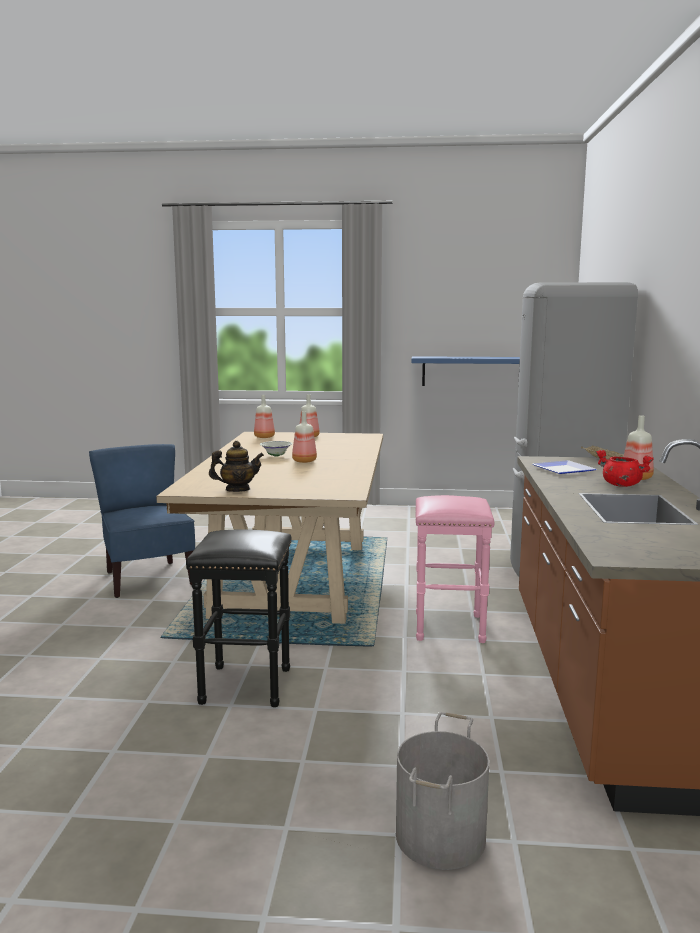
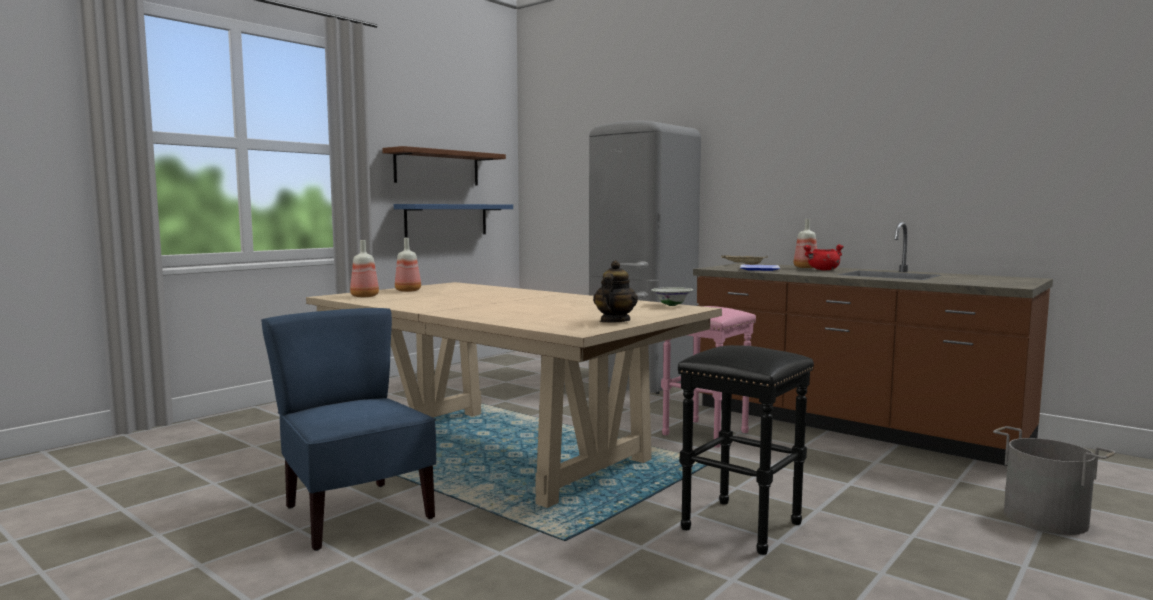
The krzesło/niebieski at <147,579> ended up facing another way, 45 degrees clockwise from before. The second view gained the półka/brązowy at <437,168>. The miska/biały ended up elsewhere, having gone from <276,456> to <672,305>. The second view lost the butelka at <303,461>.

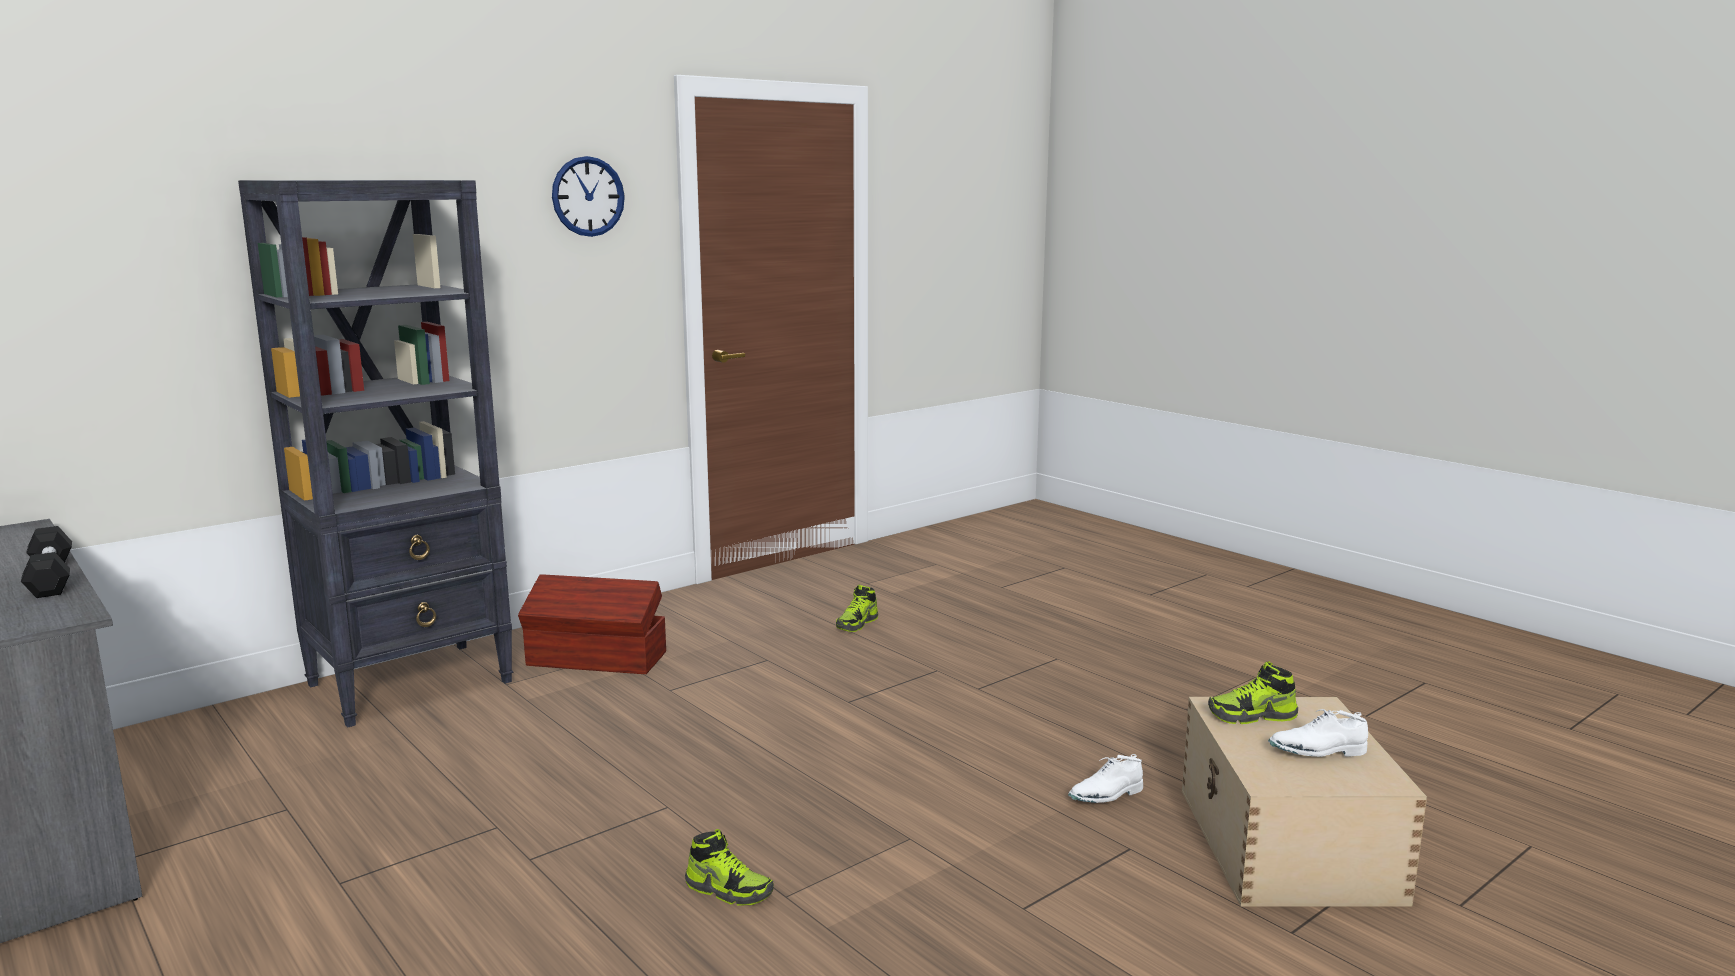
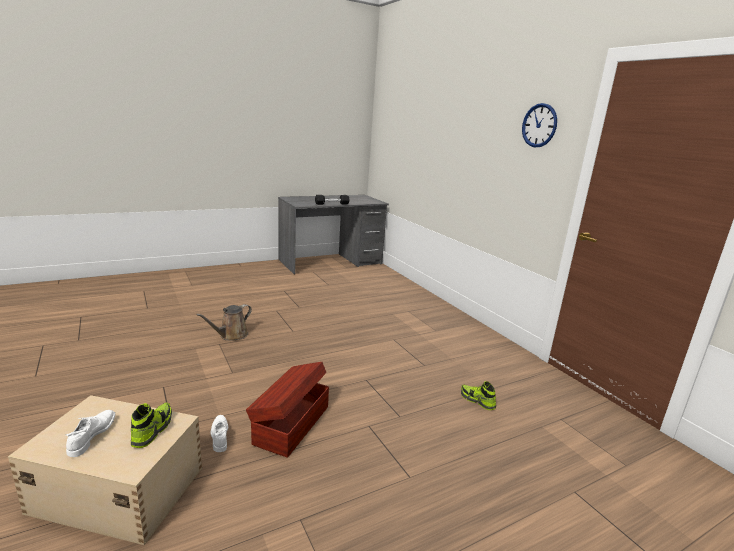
Where the but stood at <729,890>, the konewka/brązowy came to stand at <231,335>. The pojemnik do przechowywania/brązowy ended up elsewhere, having gone from <597,659> to <290,425>. The second view lost the regał/czarny at <412,683>.

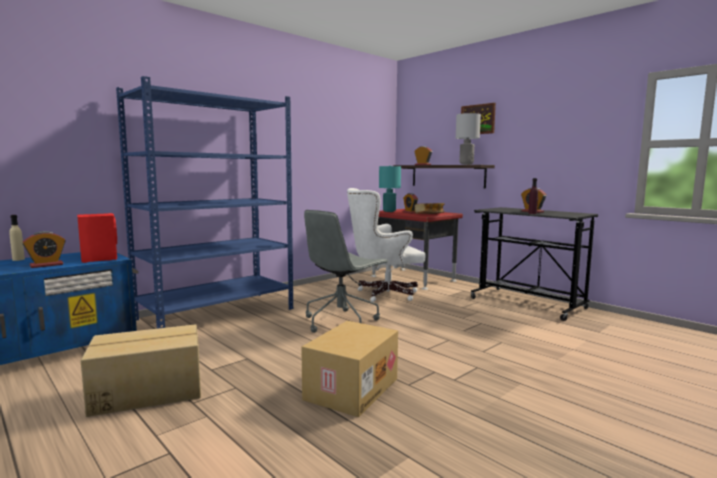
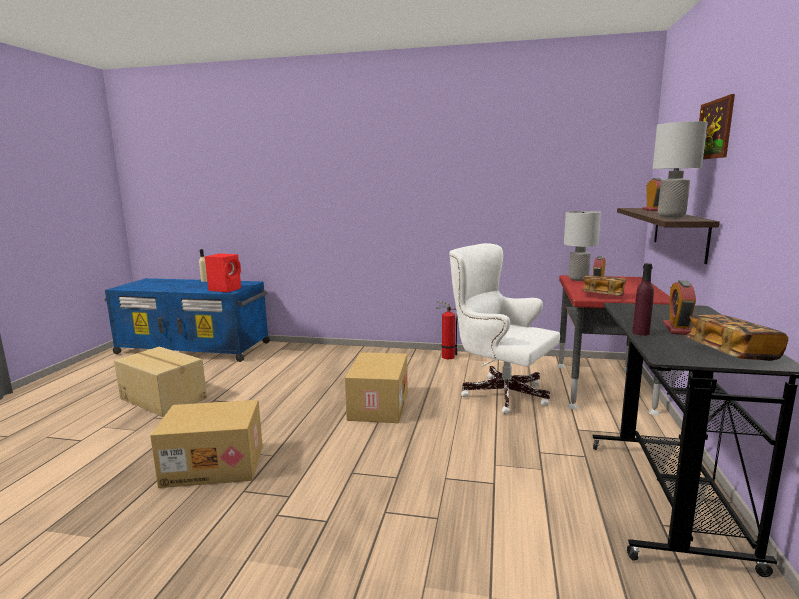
Where the krzesło biurowe/szary stood at <343,321>, the karton came to stand at <377,405>. The second view gained the gaśnica at <446,356>. What was the lampa stołowa/turkusowy at <389,212> turned into the lampa stołowa/szary at <578,280>. The second view gained the książka at <731,353>. The second view lost the budzik at <46,265>. The second view lost the regał/niebieski at <217,314>.

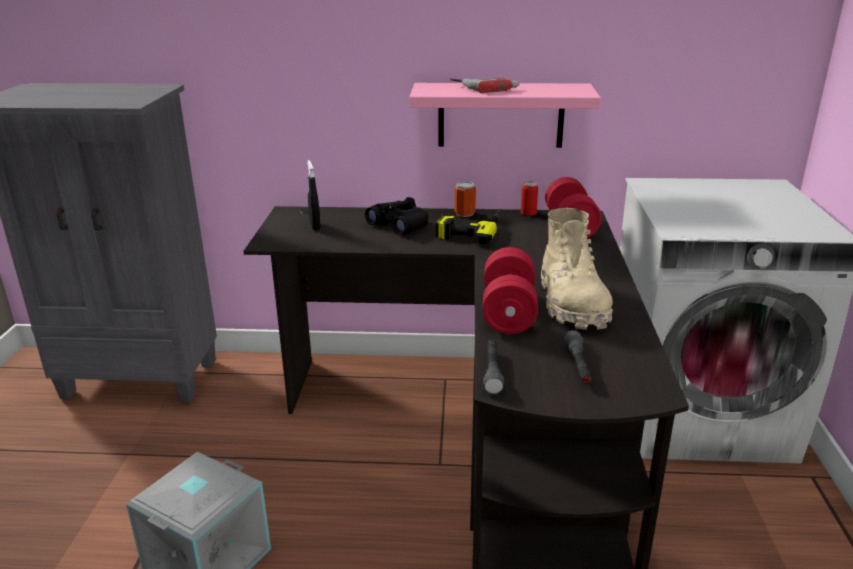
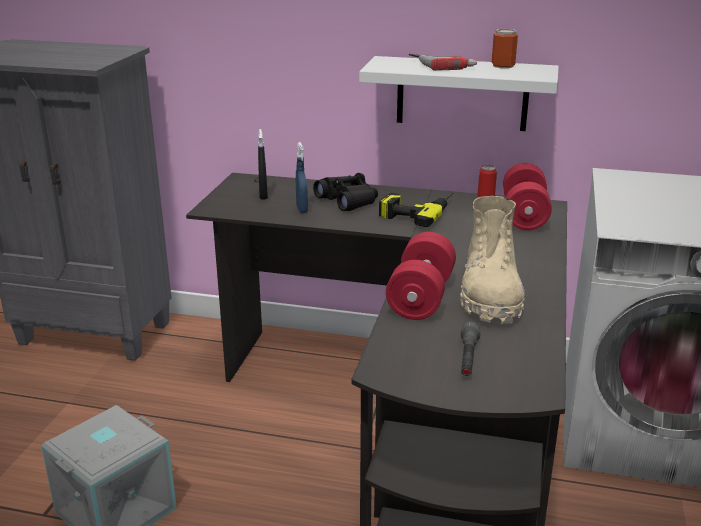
The second view gained the spryskiwacz/niebieski at <302,209>. What was the półka/różowy at <500,115> turned into the półka/biały at <462,93>. The puszka ended up elsewhere, having gone from <464,213> to <503,66>. The second view lost the latarka/szary at <492,372>.

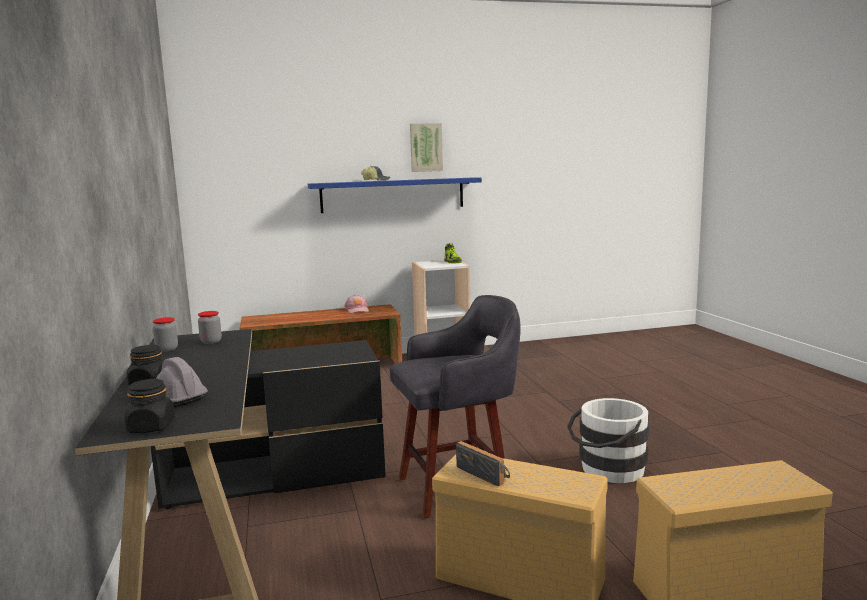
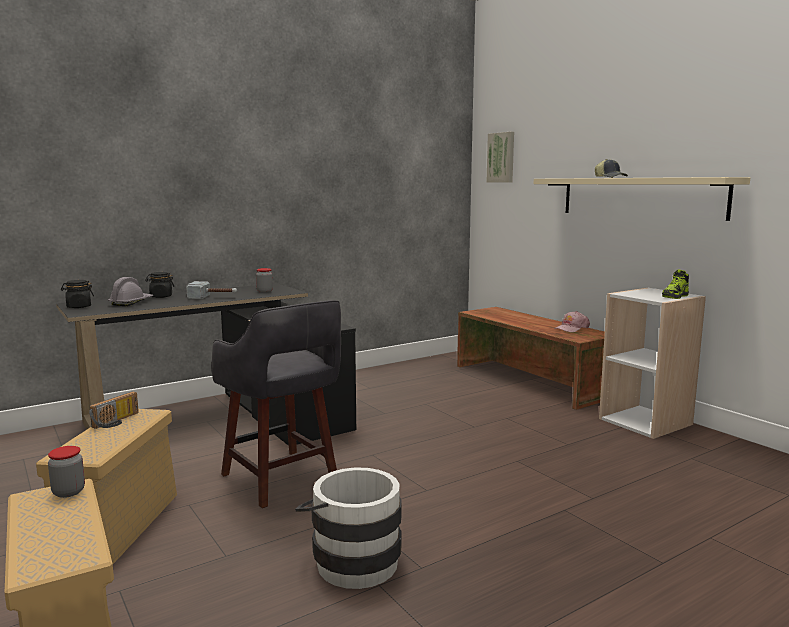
The słoik ended up elsewhere, having gone from <167,349> to <68,492>. The second view gained the młotek at <213,297>. The obraz ended up elsewhere, having gone from <426,147> to <501,157>. What was the półka/niebieski at <393,195> turned into the półka/beżowy at <639,197>.

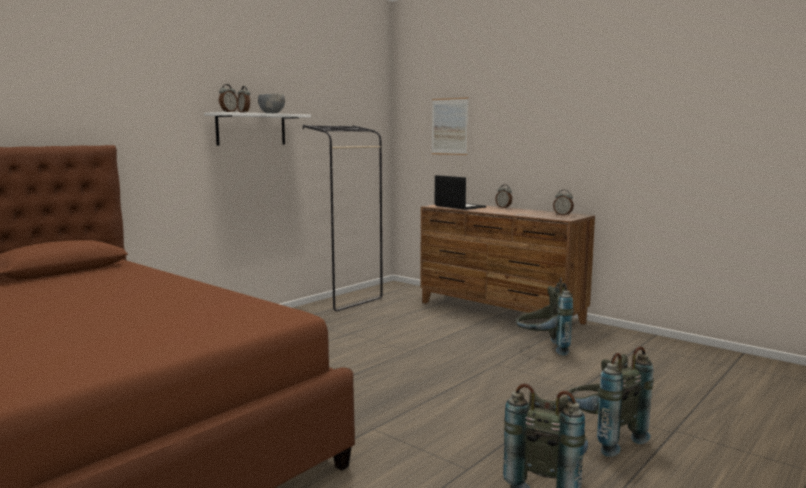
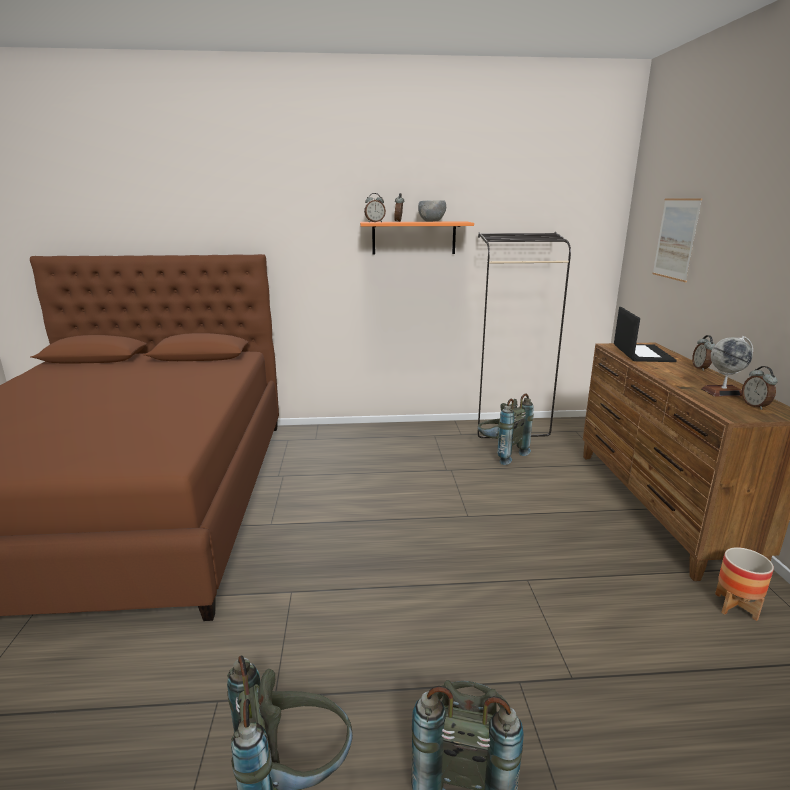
What was the półka/biały at <251,129> turned into the półka/pomarańczowy at <414,238>. The plecak/szary ended up elsewhere, having gone from <543,348> to <500,453>. The second view gained the globus at <723,392>. The second view gained the donica at <736,606>.

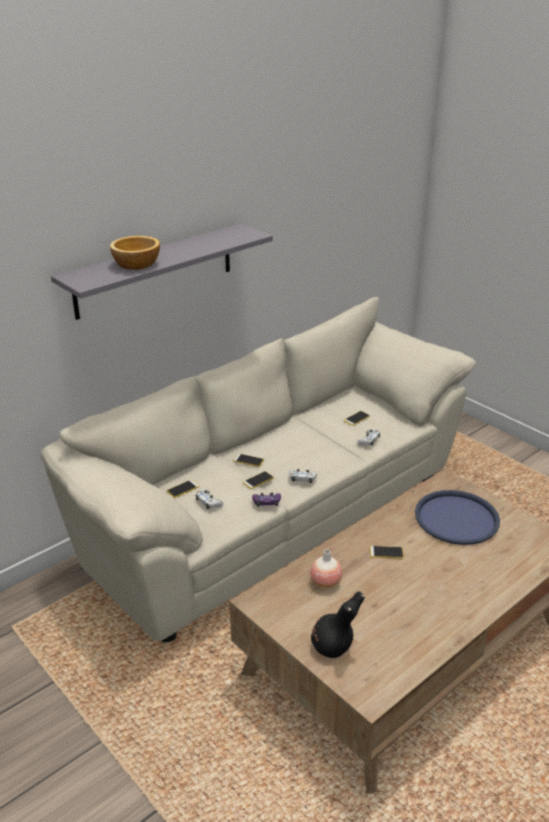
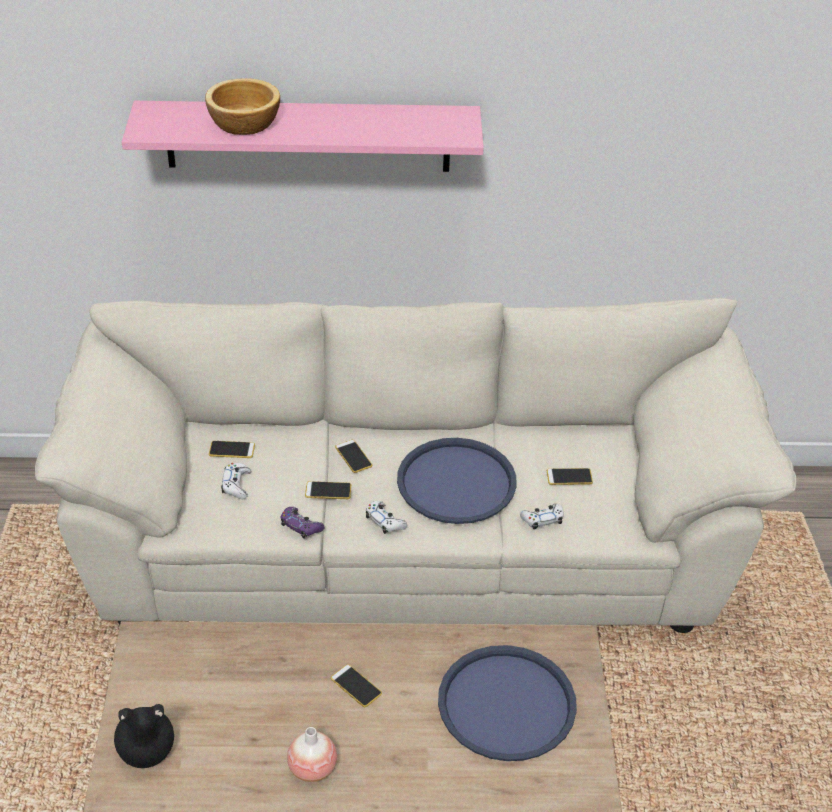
What was the półka/szary at <155,270> turned into the półka/różowy at <308,136>. The wazon ended up elsewhere, having gone from <325,582> to <312,769>. The second view gained the taca/niebieski at <456,482>.

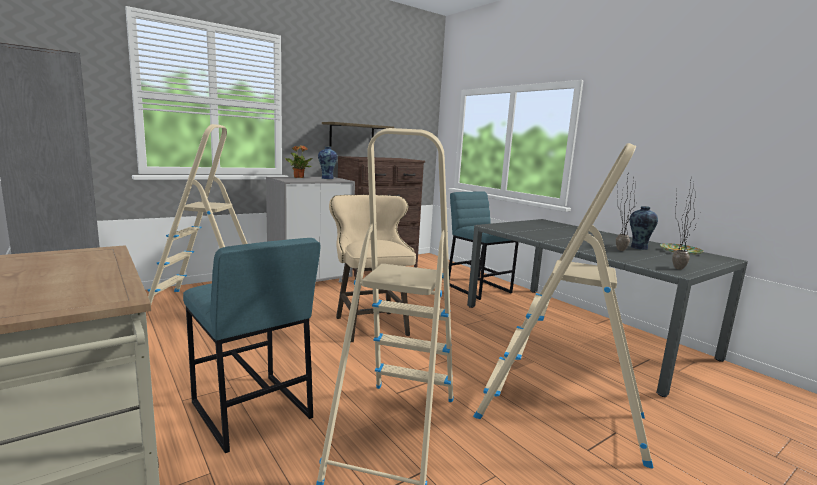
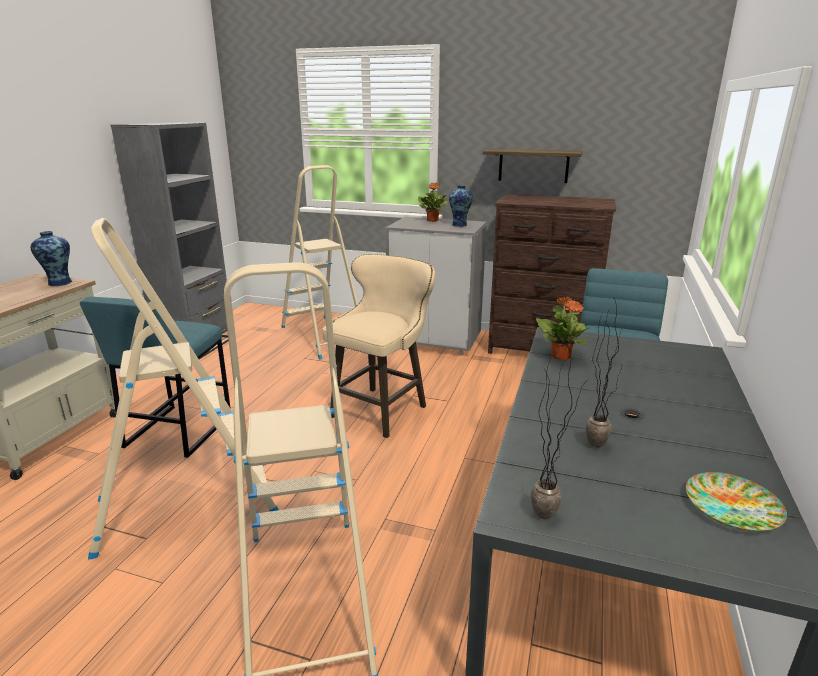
The wazon ended up elsewhere, having gone from <638,247> to <59,283>. The second view gained the roślina doniczkowa at <560,356>.

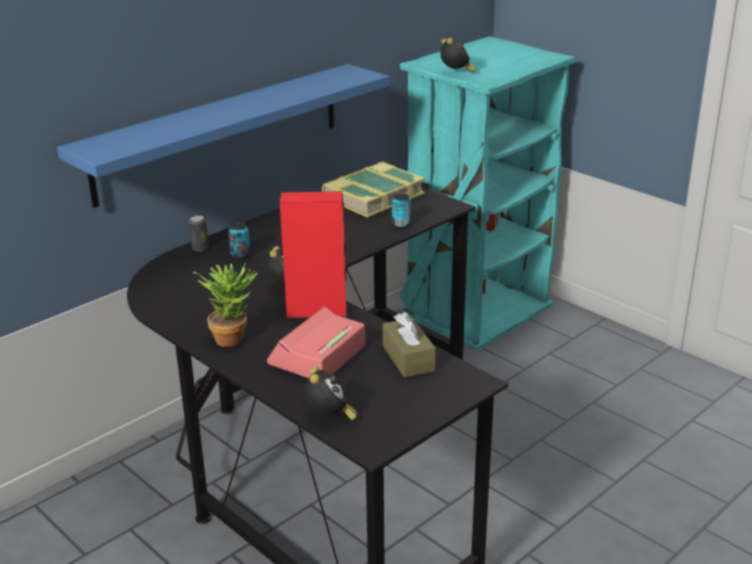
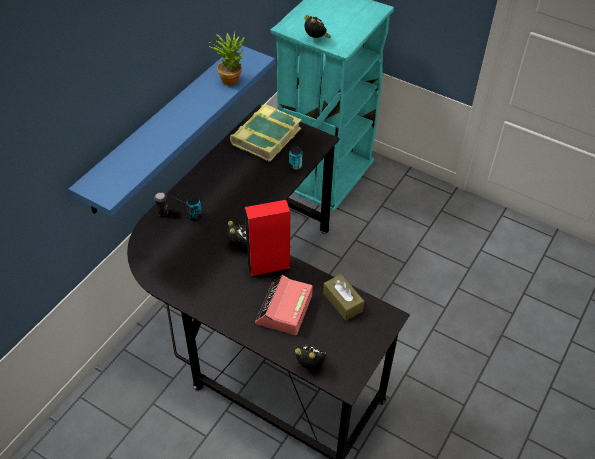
The roślina doniczkowa ended up elsewhere, having gone from <232,337> to <231,78>. The budzik at <329,417> ended up facing another way, 45 degrees counterclockwise from before.

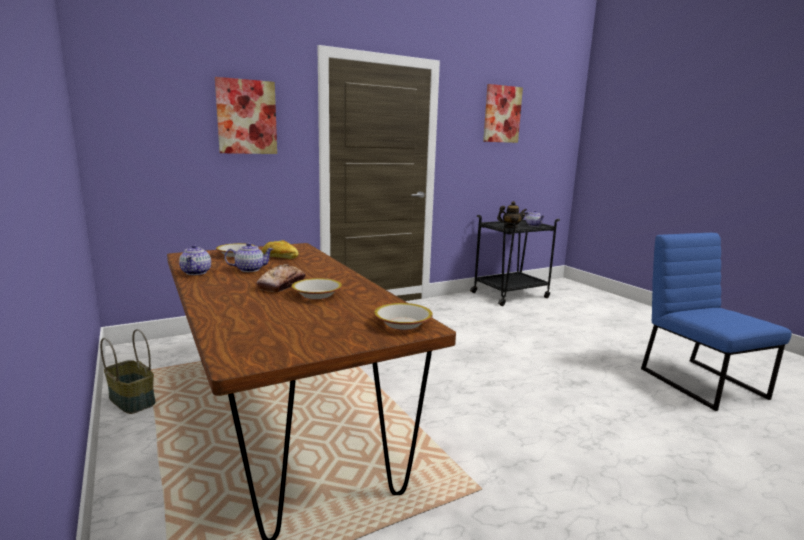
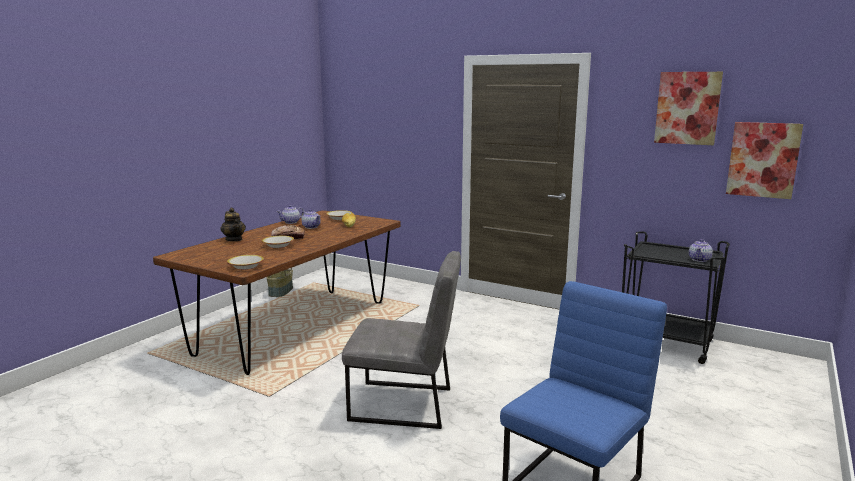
The imbryk ended up elsewhere, having gone from <510,227> to <234,239>. The second view gained the krzesło/szary at <404,405>. The obraz ended up elsewhere, having gone from <246,117> to <763,160>.

